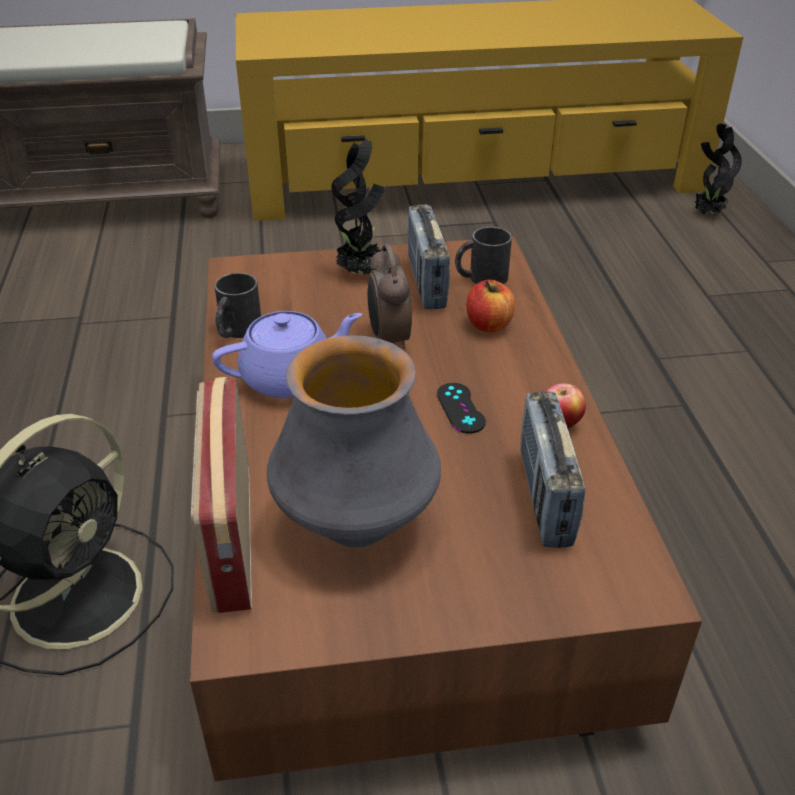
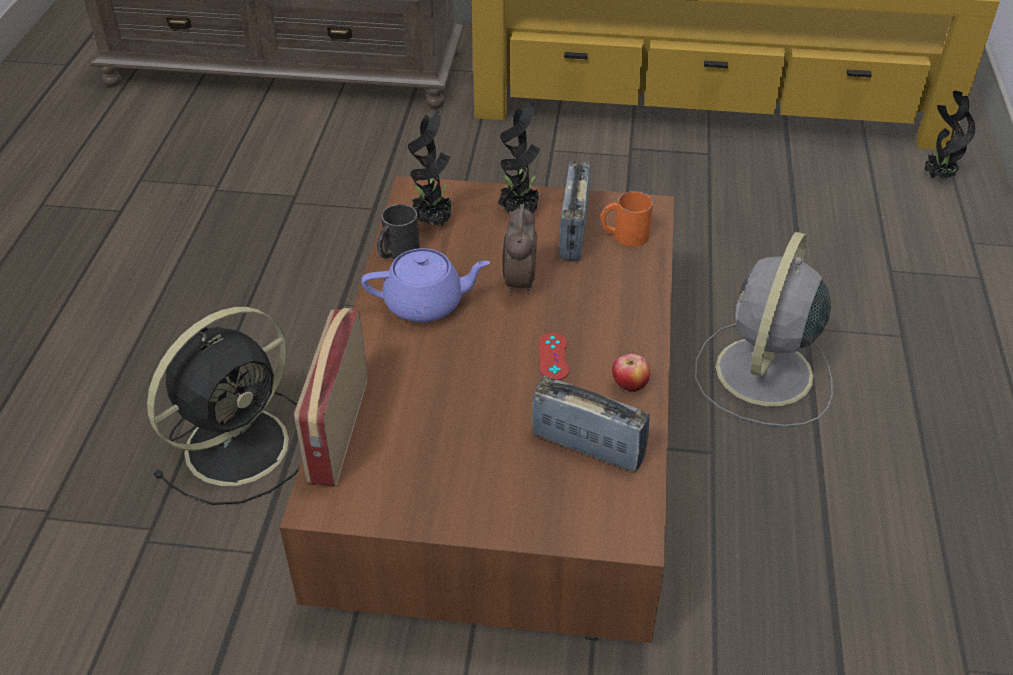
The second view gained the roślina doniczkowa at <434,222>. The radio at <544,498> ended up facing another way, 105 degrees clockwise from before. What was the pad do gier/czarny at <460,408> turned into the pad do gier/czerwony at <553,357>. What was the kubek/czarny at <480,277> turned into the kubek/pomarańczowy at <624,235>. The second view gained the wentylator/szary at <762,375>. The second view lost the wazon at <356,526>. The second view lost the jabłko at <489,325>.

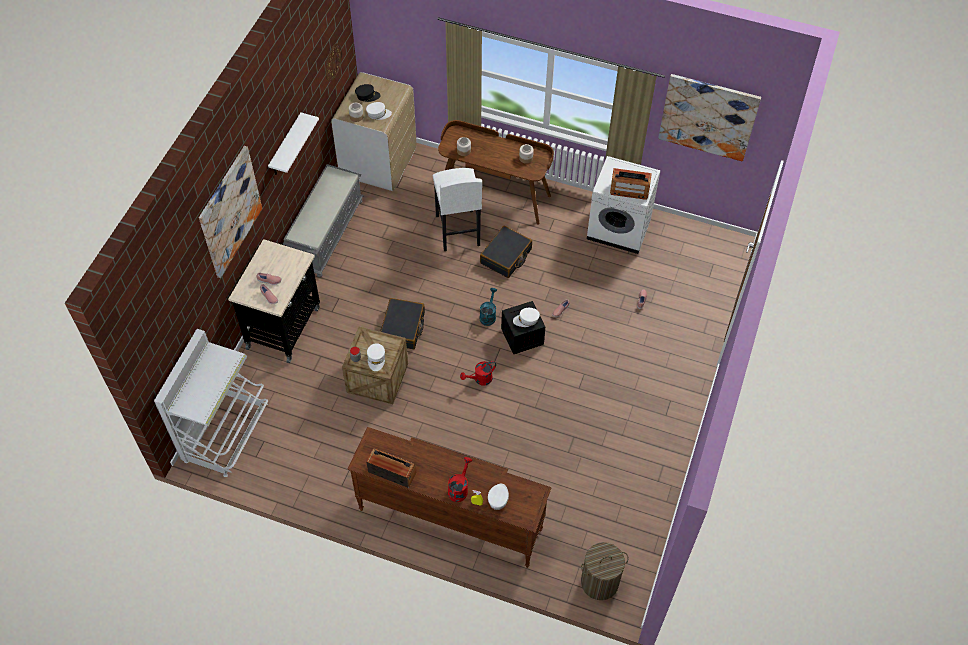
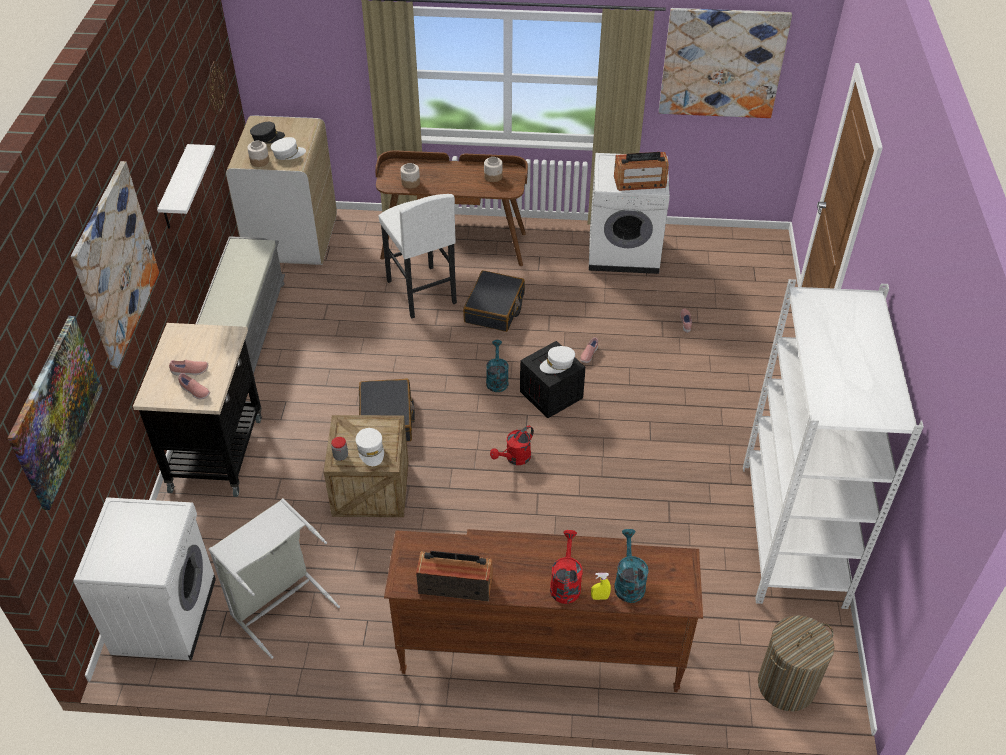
The second view gained the obraz at <56,411>. Where the regał na buty/biały stood at <227,435>, the pralka/biały came to stand at <167,616>. The second view gained the kosz na pranie/szary at <279,604>. Where the czapka z daszkiem/biały stood at <498,498>, the konewka/turkusowy came to stand at <628,582>. The second view gained the regał/biały at <792,534>.

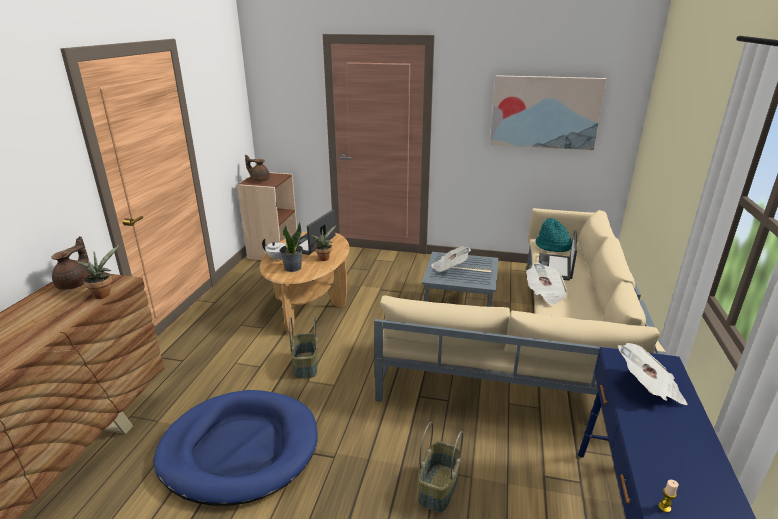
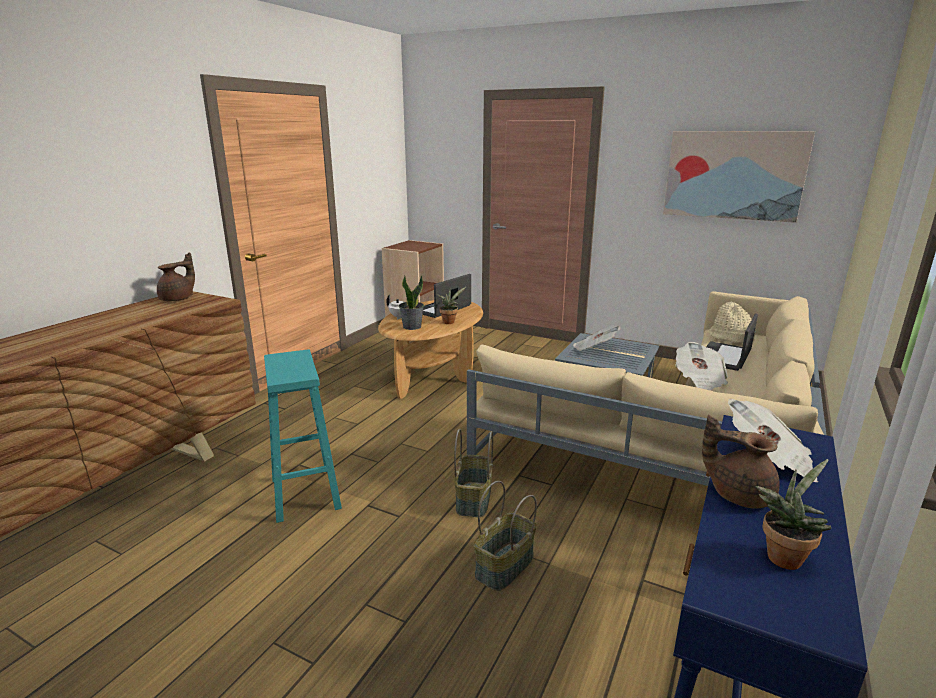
Where the legowisko/niebieski stood at <240,449>, the stołek/turkusowy came to stand at <305,492>. The koszyk ended up elsewhere, having gone from <306,365> to <474,500>. The imbryk/brązowy ended up elsewhere, having gone from <259,180> to <738,494>. What was the kapelusz/turkusowy at <552,246> turned into the kapelusz/beżowy at <730,337>. The roślina doniczkowa ended up elsewhere, having gone from <103,294> to <783,555>. The second view lost the świeca at <664,507>.

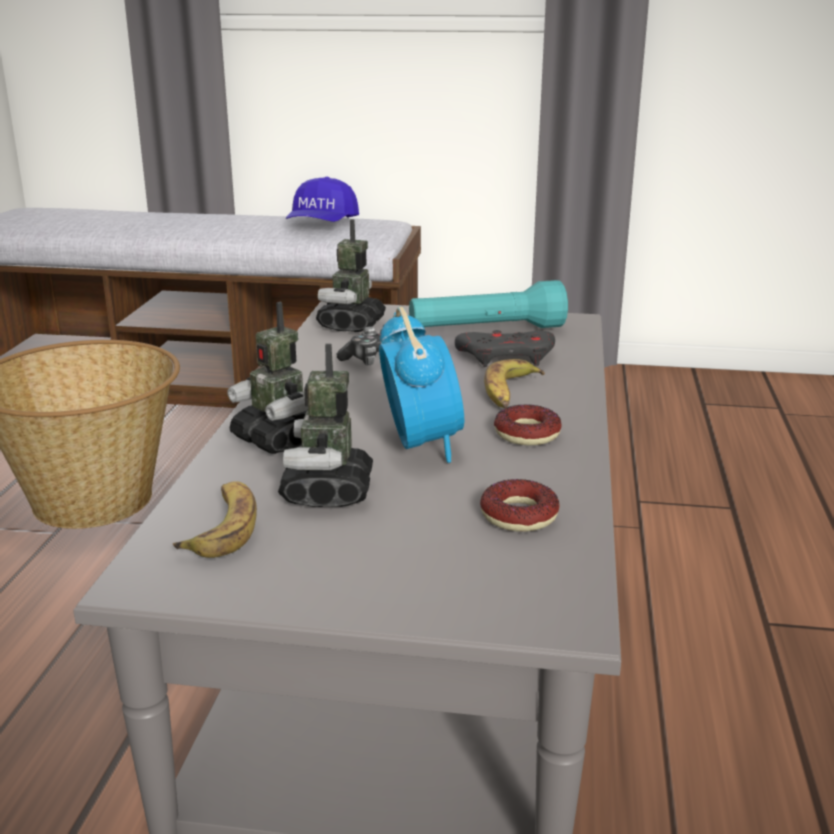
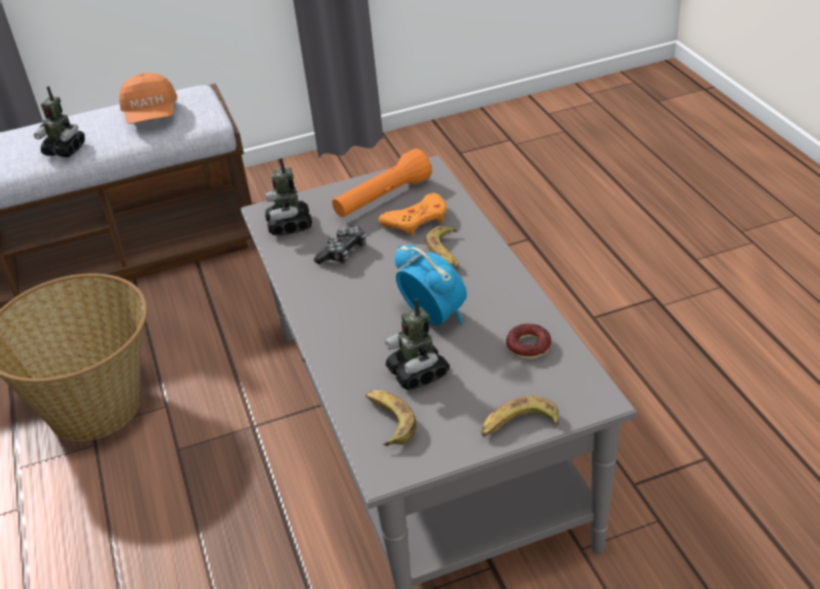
The robot zabawkowy ended up elsewhere, having gone from <279,439> to <65,150>. What was the czapka z daszkiem/niebieski at <322,225> turned into the czapka z daszkiem/pomarańczowy at <151,115>. What was the latarka/turkusowy at <486,330> turned into the latarka/pomarańczowy at <382,198>. What was the pad do gier/szary at <507,356> turned into the pad do gier/pomarańczowy at <417,220>. The second view gained the banan at <519,425>. The second view lost the donut at <527,434>.

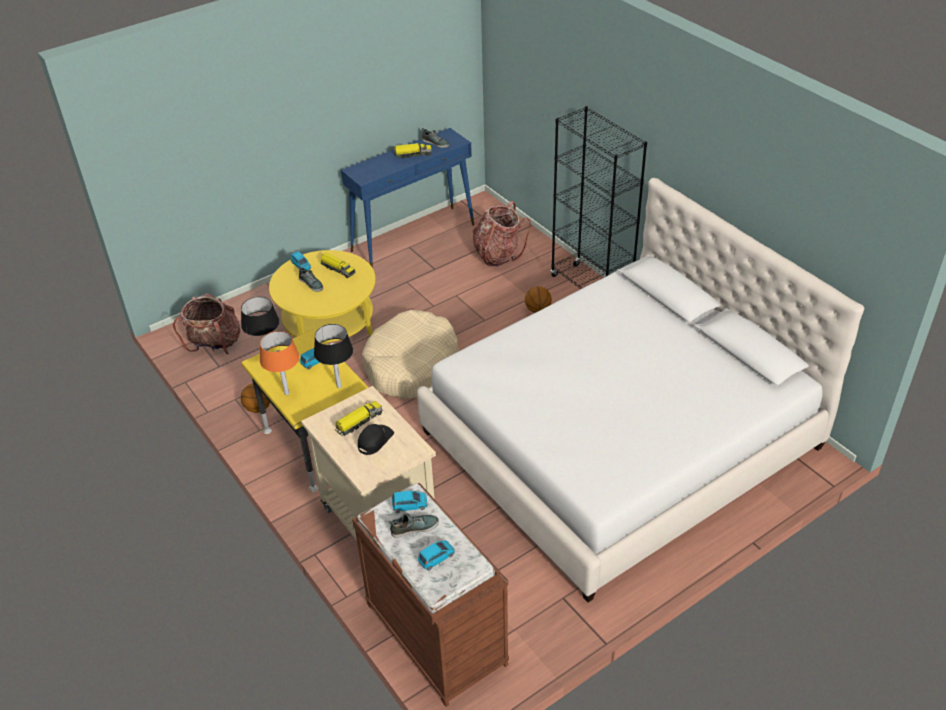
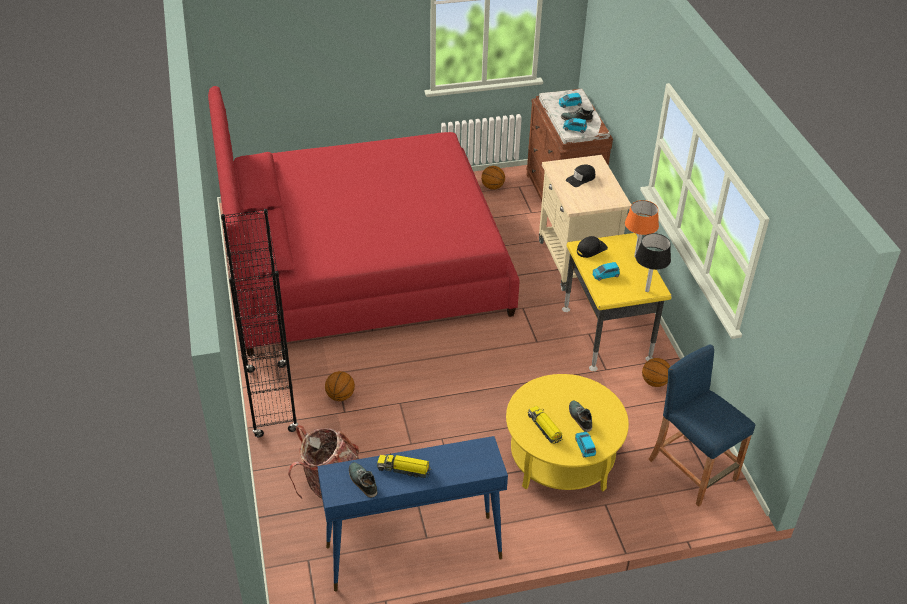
What was the łóżko/biały at <620,439> turned into the łóżko/czerwony at <363,263>. The second view gained the piłka do koszykówki at <492,187>. Where the lampa stołowa/czarny stood at <339,386>, the czapka z daszkiem/czarny came to stand at <591,249>. Where the plecak stood at <215,345>, the stołek/niebieski came to stand at <692,470>. The second view lost the ciężarówka zabawkowa at <358,422>. The second view lost the legowisko/beżowy at <411,366>.

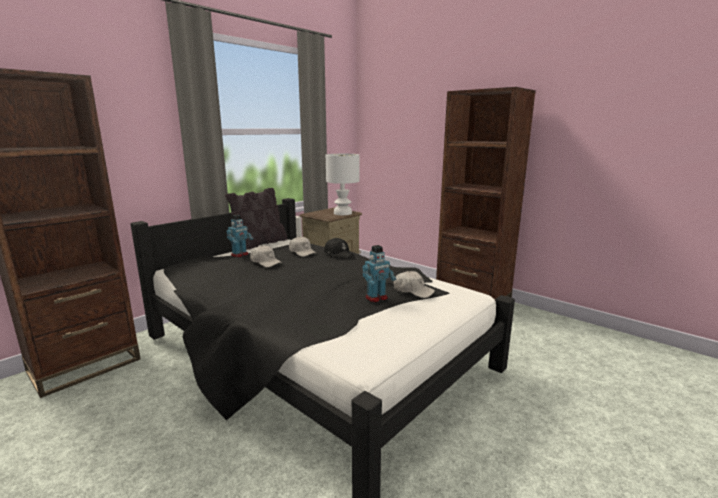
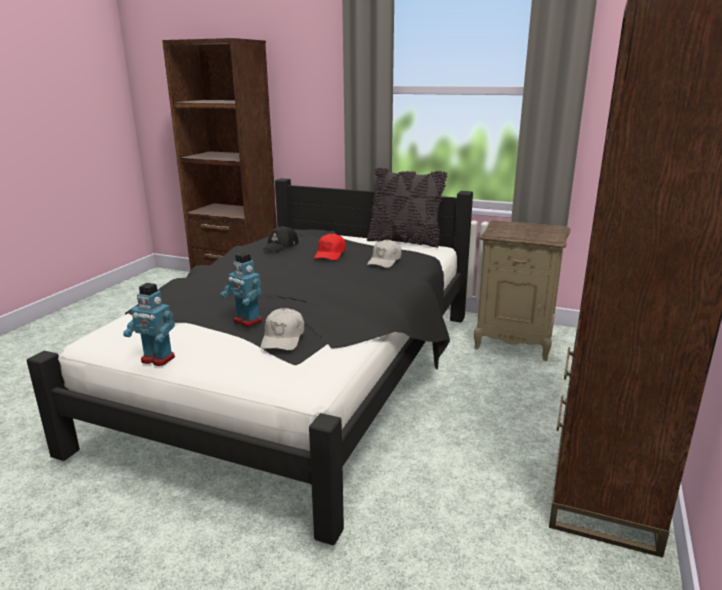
The robot zabawkowy ended up elsewhere, having gone from <240,255> to <157,359>. The czapka z daszkiem/czarny ended up elsewhere, having gone from <338,254> to <281,246>. What was the czapka z daszkiem/biały at <265,262> turned into the czapka z daszkiem/czerwony at <330,254>. The second view lost the lampa stołowa/biały at <343,213>.

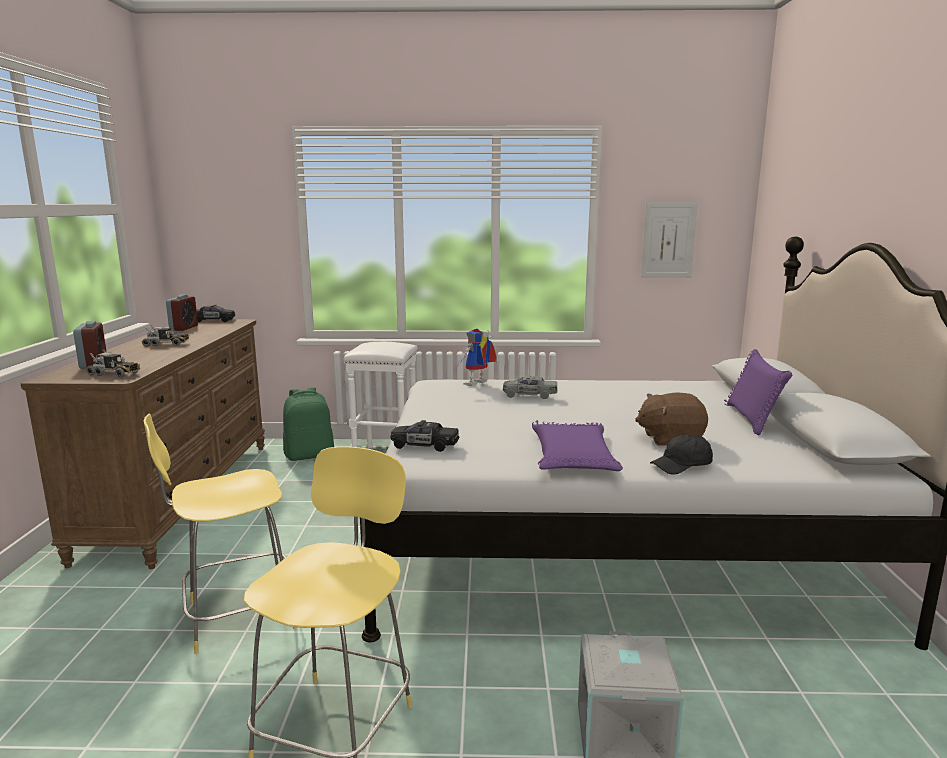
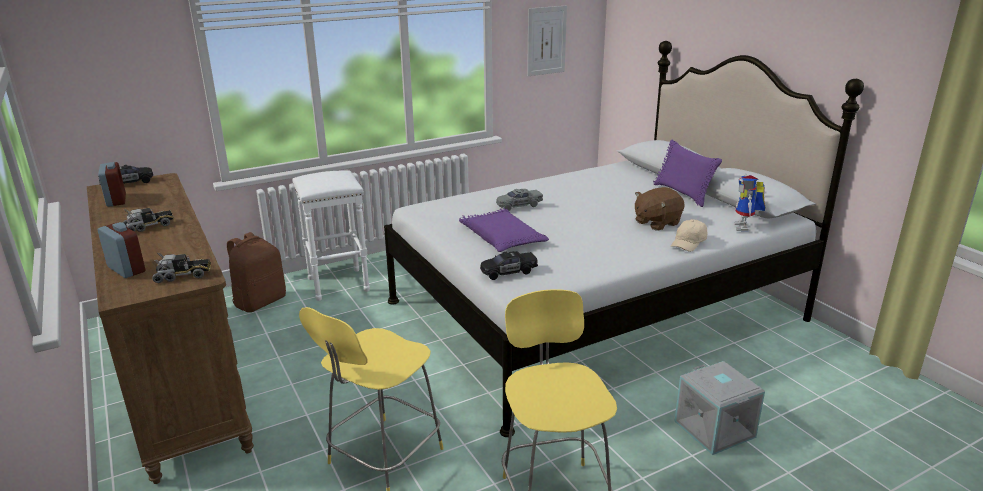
What was the plecak/zielony at <309,455> turned into the plecak/brązowy at <260,301>. The poduszka/fioletowy ended up elsewhere, having gone from <572,455> to <502,236>. What was the czapka z daszkiem/czarny at <682,466> turned into the czapka z daszkiem/beżowy at <688,243>. The robot zabawkowy ended up elsewhere, having gone from <477,384> to <745,228>.

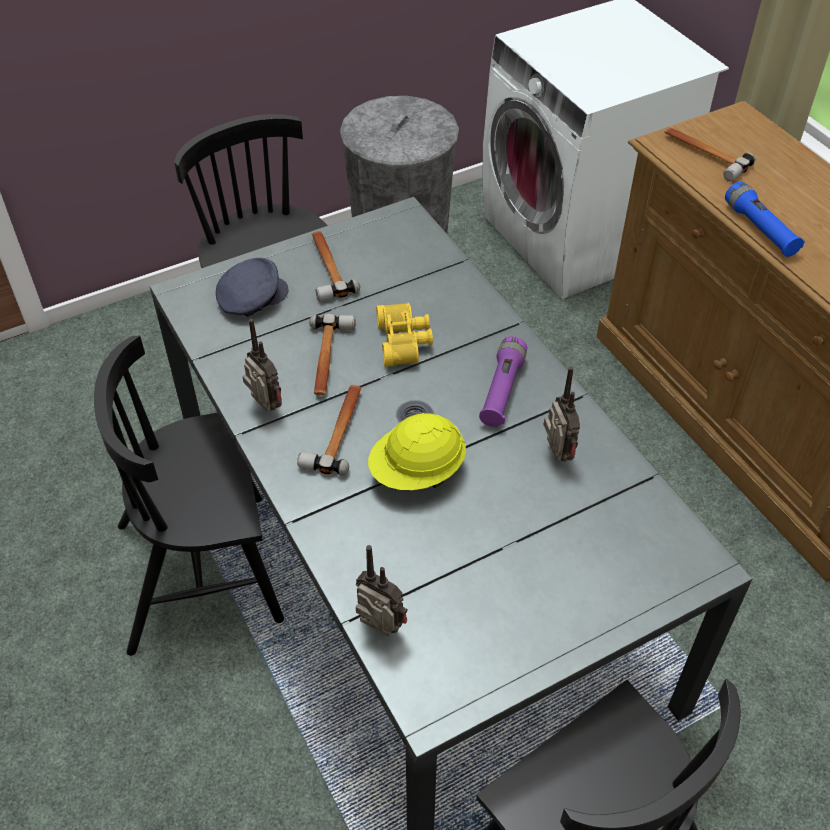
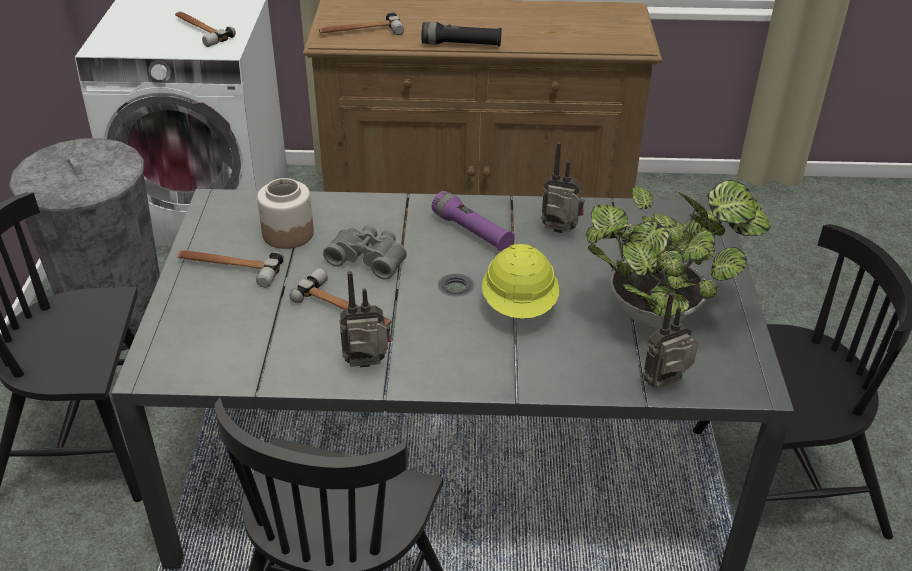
The młotek ended up elsewhere, having gone from <338,431> to <200,30>. The second view gained the słoik at <288,233>. What was the lornetka/żółty at <405,341> turned into the lornetka/szary at <369,258>. What was the latarka/niebieski at <760,229> turned into the latarka/czarny at <461,45>. The second view gained the roślina doniczkowa at <660,312>. The second view lost the czapka z daszkiem/szary at <251,297>.

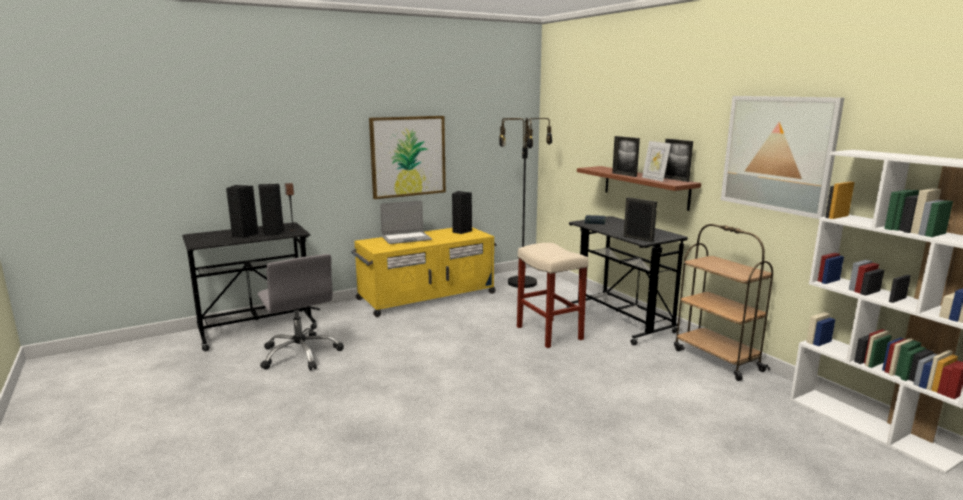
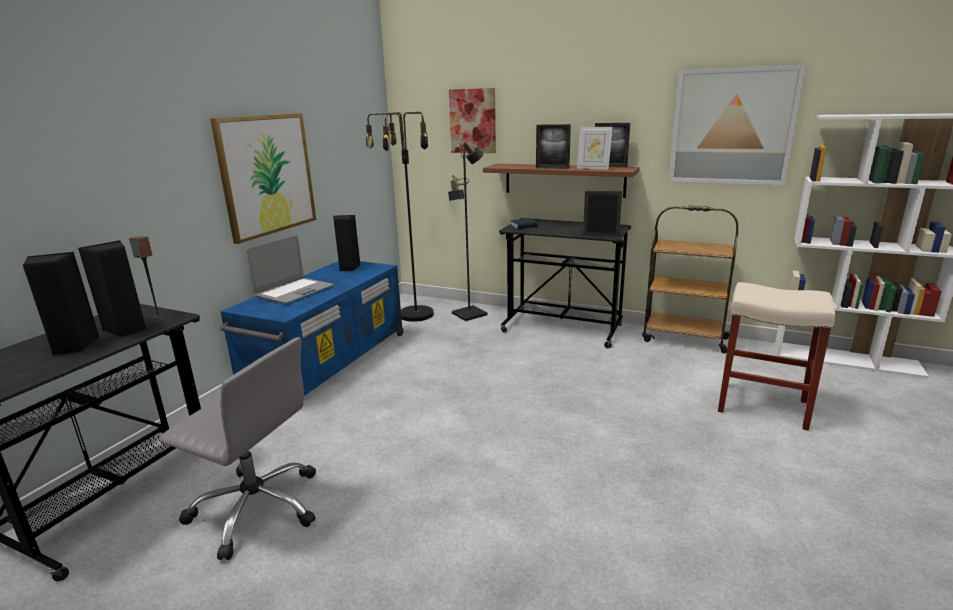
What was the szafka/żółty at <427,296> turned into the szafka/niebieski at <329,361>. The second view gained the lampa stojąca/czarny at <469,314>. The second view gained the obraz at <473,121>. The stołek/beżowy ended up elsewhere, having gone from <548,333> to <761,406>.

